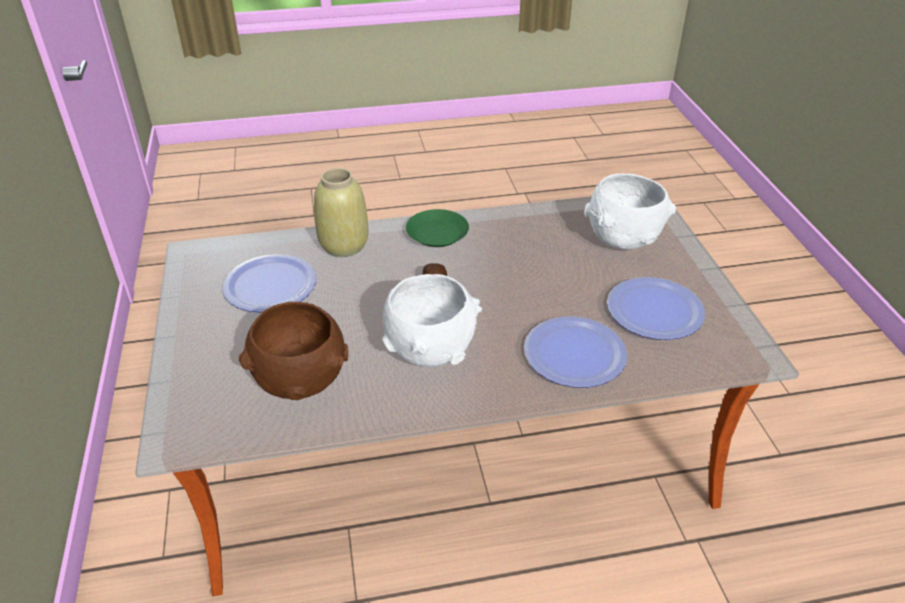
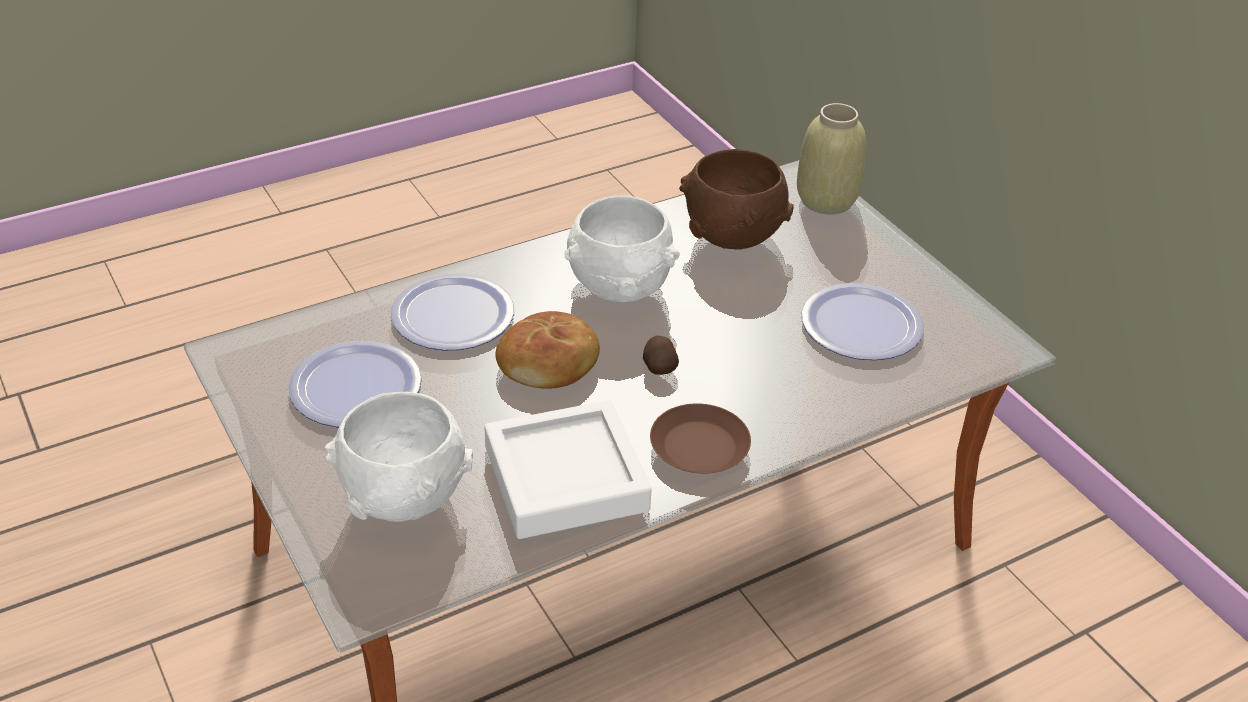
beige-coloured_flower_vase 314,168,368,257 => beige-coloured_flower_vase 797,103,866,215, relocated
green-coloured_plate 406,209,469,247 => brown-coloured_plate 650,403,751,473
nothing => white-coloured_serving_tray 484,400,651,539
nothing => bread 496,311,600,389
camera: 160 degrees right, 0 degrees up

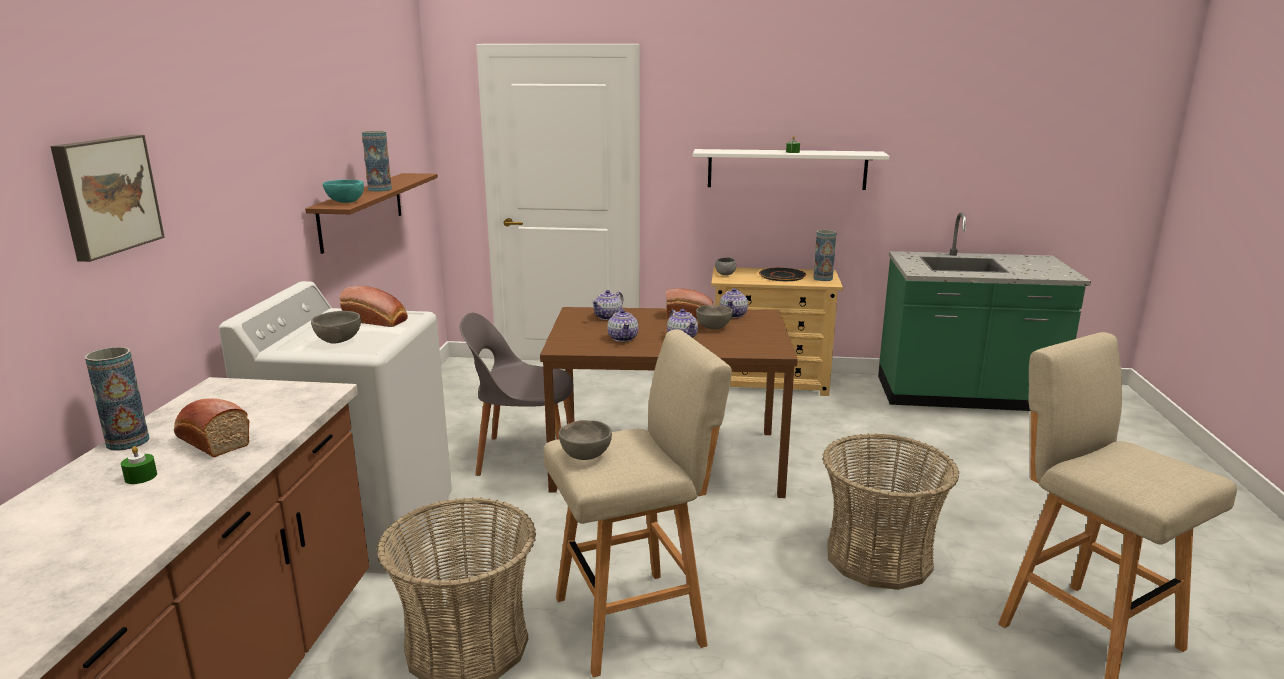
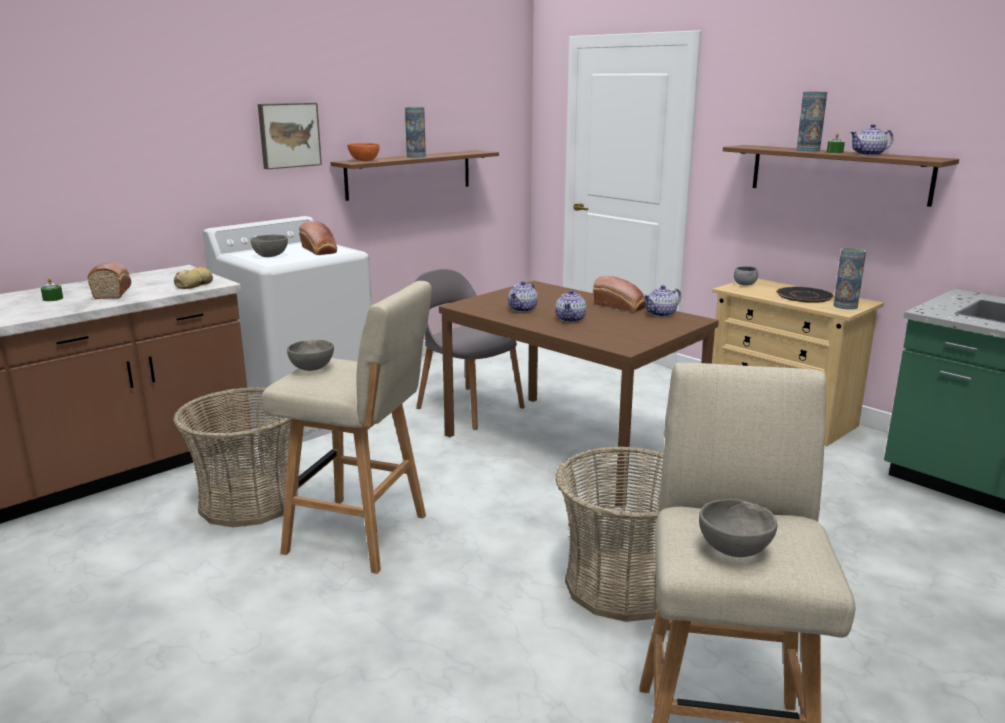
wall_art 50,135,165,262 => wall_art 258,103,322,169, relocated
flower_vase 85,347,150,451 => flower_vase 796,92,827,152, relocated
turquoise_serving_bowl 323,180,364,203 => orange_serving_bowl 347,143,380,161
tea_pot 592,290,623,320 => tea_pot 850,124,893,156, relocated
white-coloured_wall_shelf 693,149,890,190 => brown-coloured_wall_shelf 723,145,959,207
grey_serving_bowl 696,305,733,329 => grey_serving_bowl 699,499,777,557, relocated
nothing => bread 174,267,213,289
camera: 40 degrees right, 0 degrees up

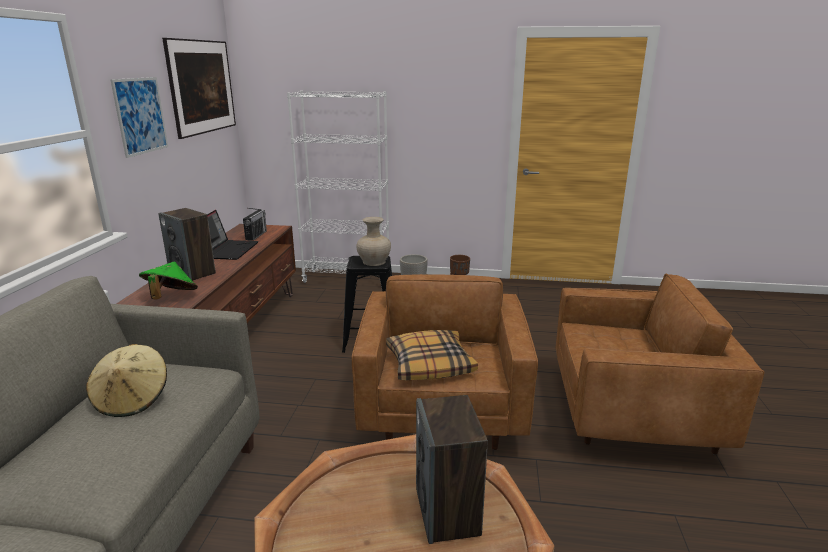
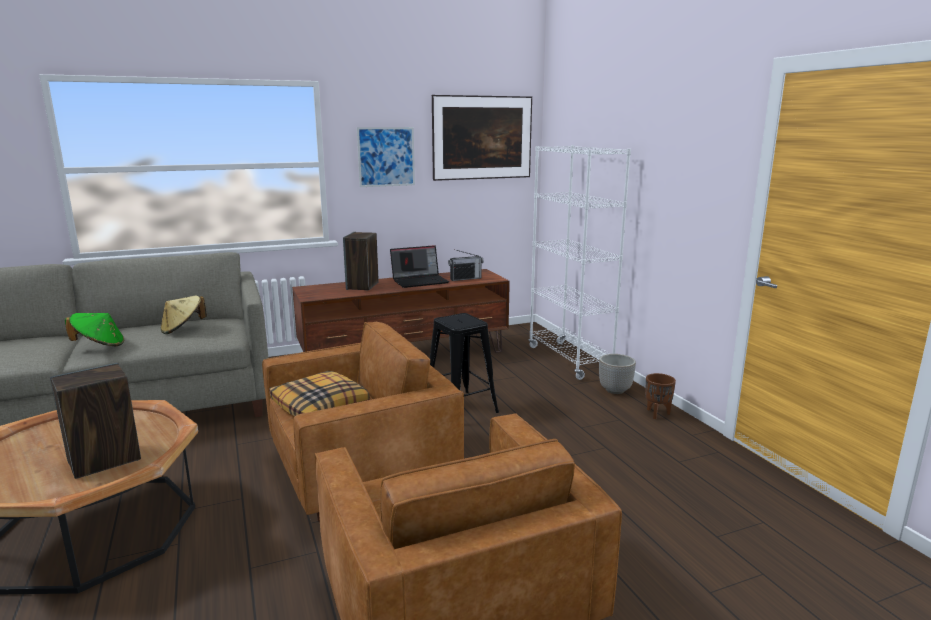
green-coloured_clothing_hat 139,262,198,300 => green-coloured_clothing_hat 65,313,124,346, relocated
beige-coloured_flower_vase 356,217,391,266 => nothing
camera: 60 degrees right, 5 degrees down

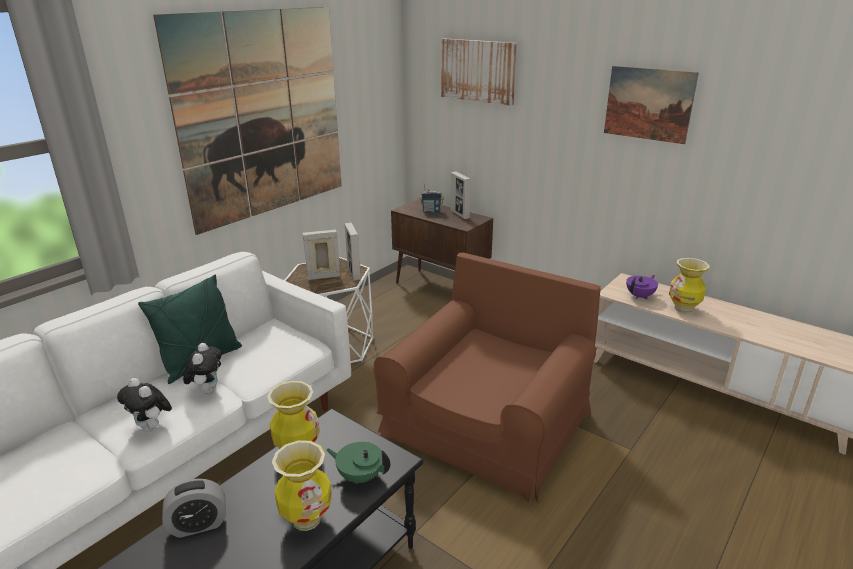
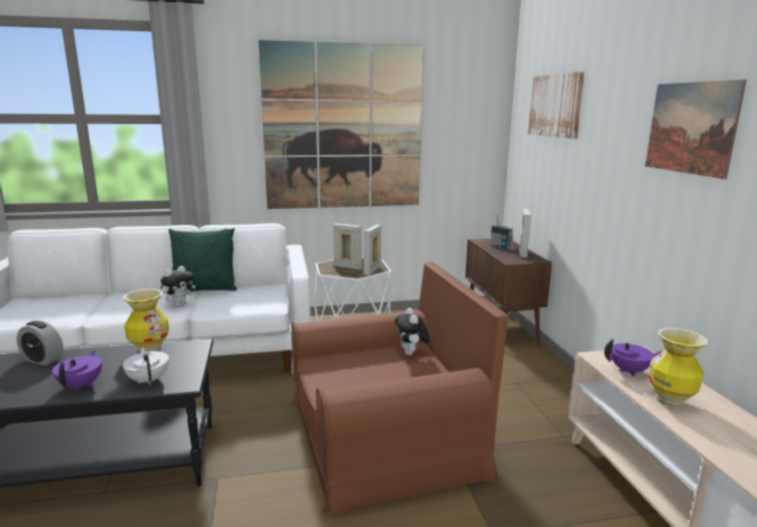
cuddly_toy 117,378,172,432 => cuddly_toy 395,308,429,355, relocated
flower_vase 272,440,332,531 => purplish_tea_pot 52,350,102,391
green-coloured_tea_pot 326,442,390,485 => white-coloured_tea_pot 123,348,169,385
camera: 40 degrees right, 10 degrees down

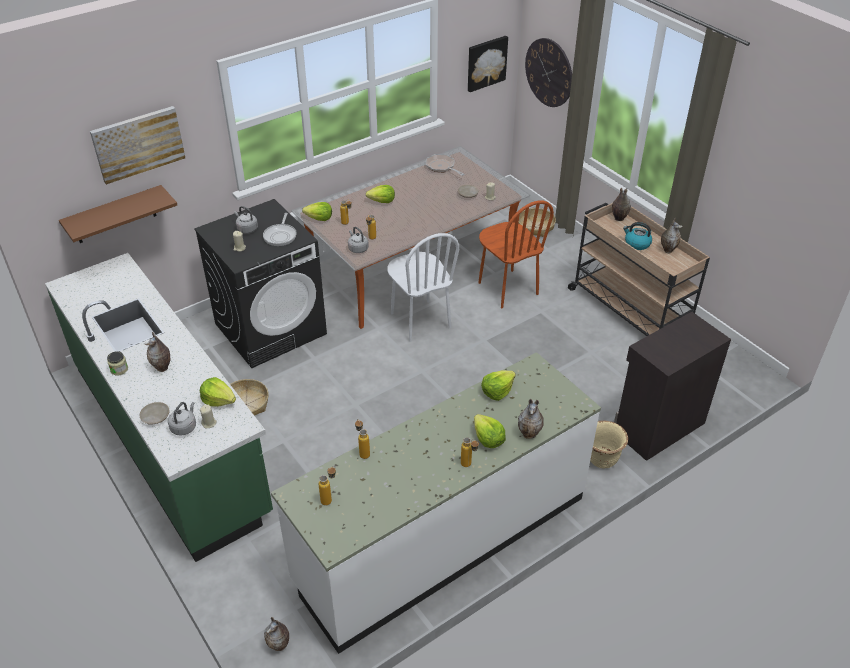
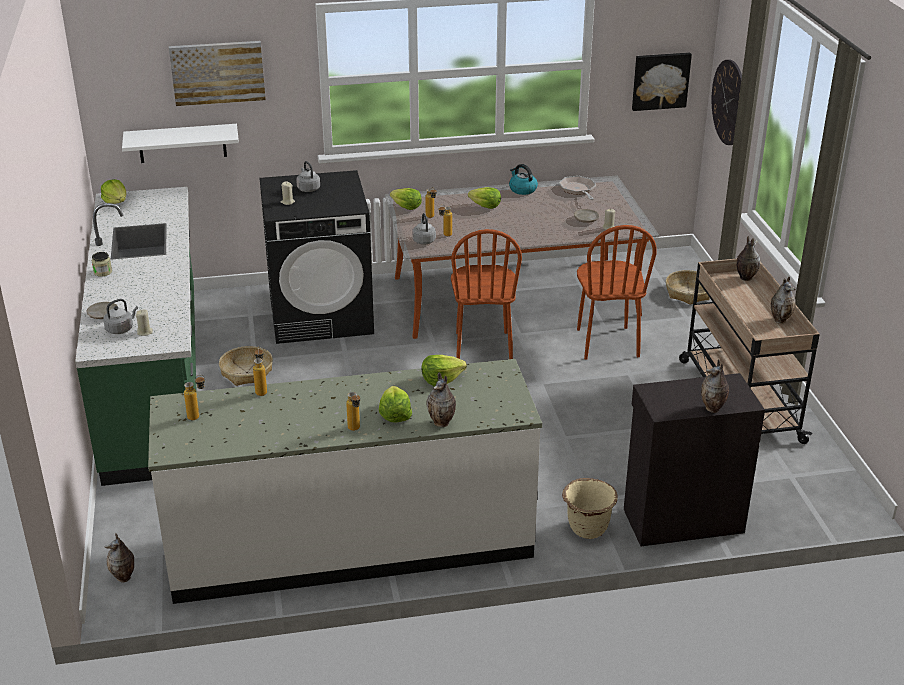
brown-coloured_wall_shelf 59,185,177,243 => white-coloured_wall_shelf 122,124,239,163
flower_vase 144,332,170,372 => flower_vase 701,359,729,413, relocated
lettuce 200,377,236,407 => lettuce 101,179,126,204, relocated
pan 263,213,297,246 => nothing
white-coloured_upright_chair 388,233,459,342 => brown-coloured_upright_chair 451,229,522,359
water_kettle 623,222,652,250 => water_kettle 509,164,538,195, relocated
camera: 25 degrees right, 10 degrees down

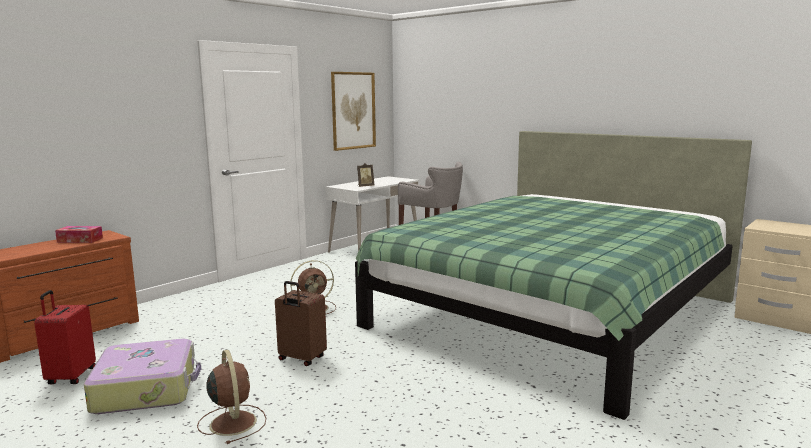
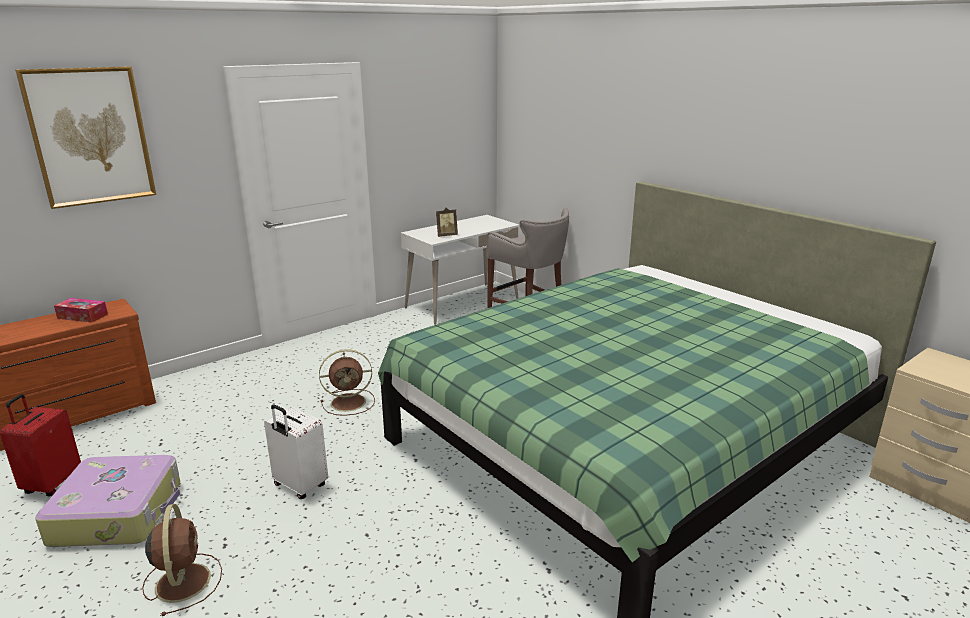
brown-coloured_piece_of_luggage 275,281,327,366 => white-coloured_piece_of_luggage 264,404,328,499
wall_art 331,72,376,151 => wall_art 15,66,156,209, relocated
camera: 10 degrees right, 10 degrees up

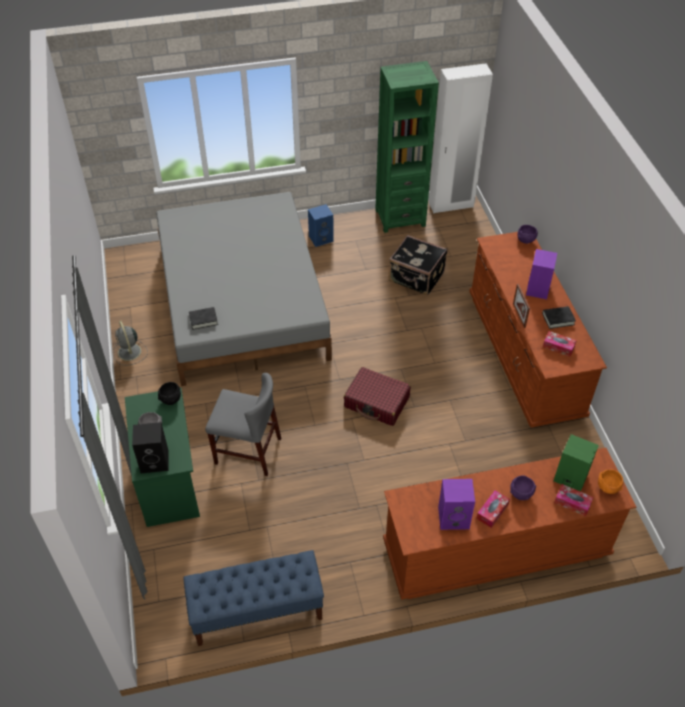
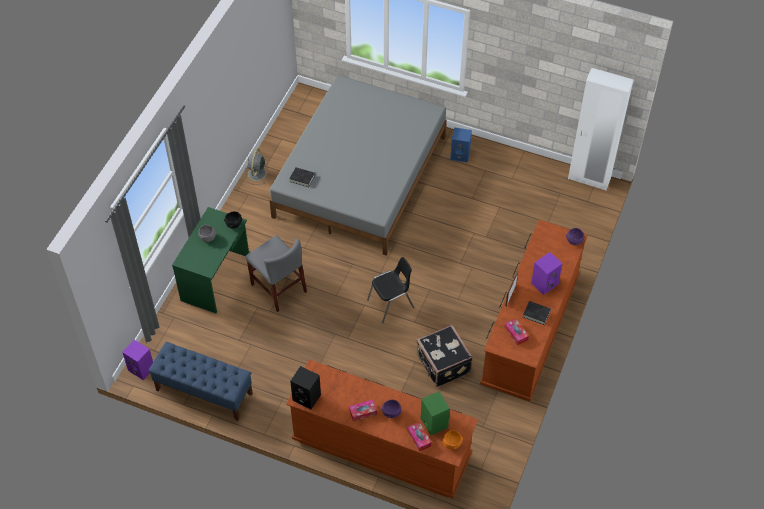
black-coloured_loudspeaker 132,422,169,473 => black-coloured_loudspeaker 290,366,321,409, relocated
red-coloured_piece_of_luggage 344,367,411,426 => black-coloured_upright_chair 367,257,414,323
green-coloured_bookcase 375,61,439,233 => nothing
black-coloured_piece_of_luggage 389,235,447,295 => black-coloured_piece_of_luggage 416,325,473,387, relocated
purplish_loudspeaker 438,479,475,530 => purplish_loudspeaker 122,340,153,380, relocated
camera: 35 degrees right, 5 degrees up

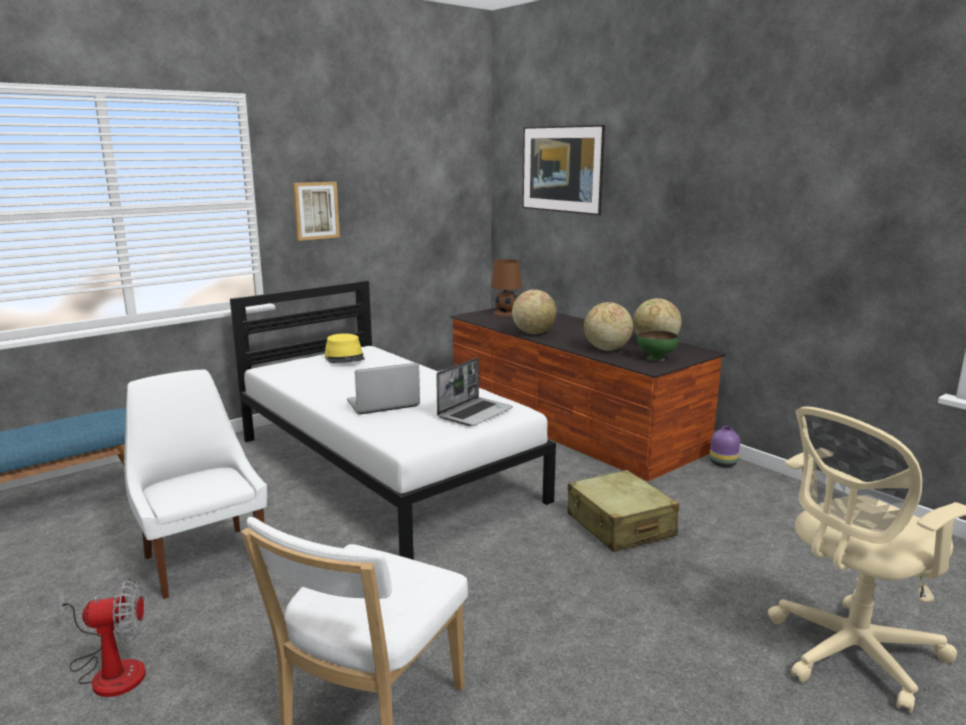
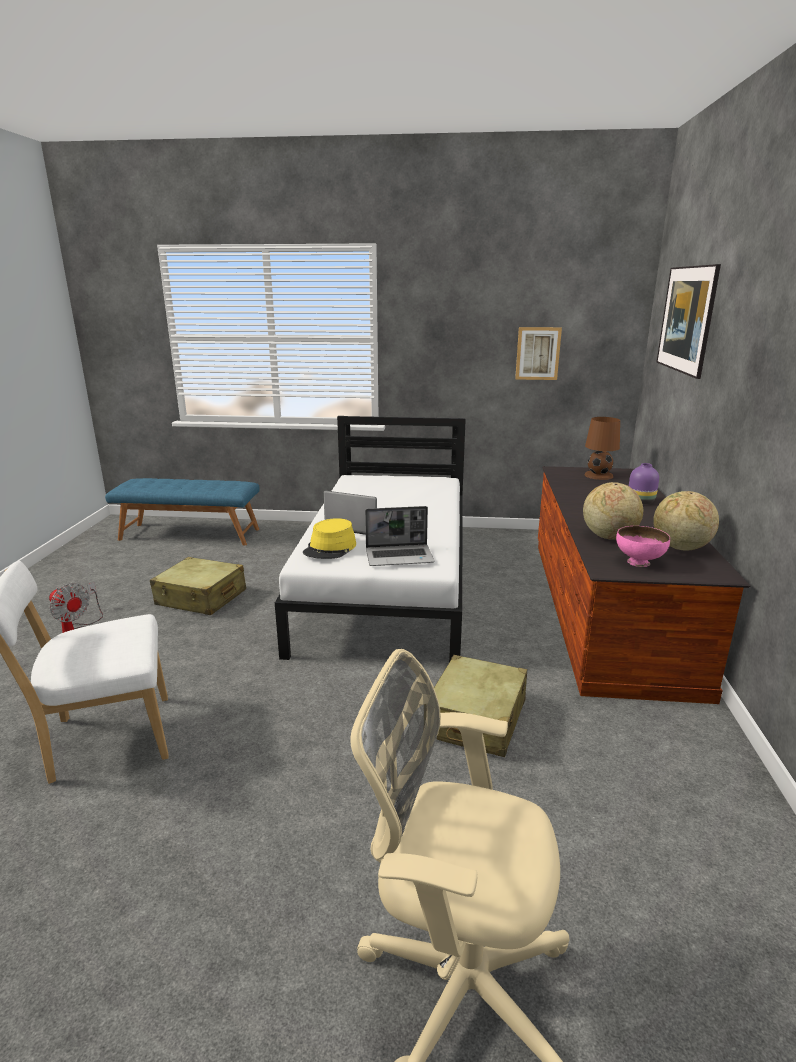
white-coloured_upright_chair 124,370,267,599 => beige-coloured_piece_of_luggage 150,557,246,615
wall_art 293,182,340,241 => wall_art 515,327,562,380, relocated
yellow-coloured_clothing_hat 325,334,365,363 => yellow-coloured_clothing_hat 303,518,356,559, relocated
world_globe 512,289,557,334 => nothing
green-coloured_serving_bowl 637,330,679,361 => pinkish_serving_bowl 616,526,670,567
purplish_flower_vase 710,426,740,467 => purplish_flower_vase 629,463,659,504, relocated
camera: 45 degrees right, 5 degrees up

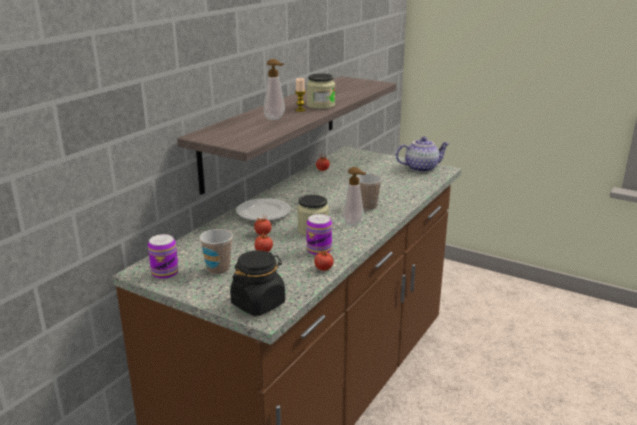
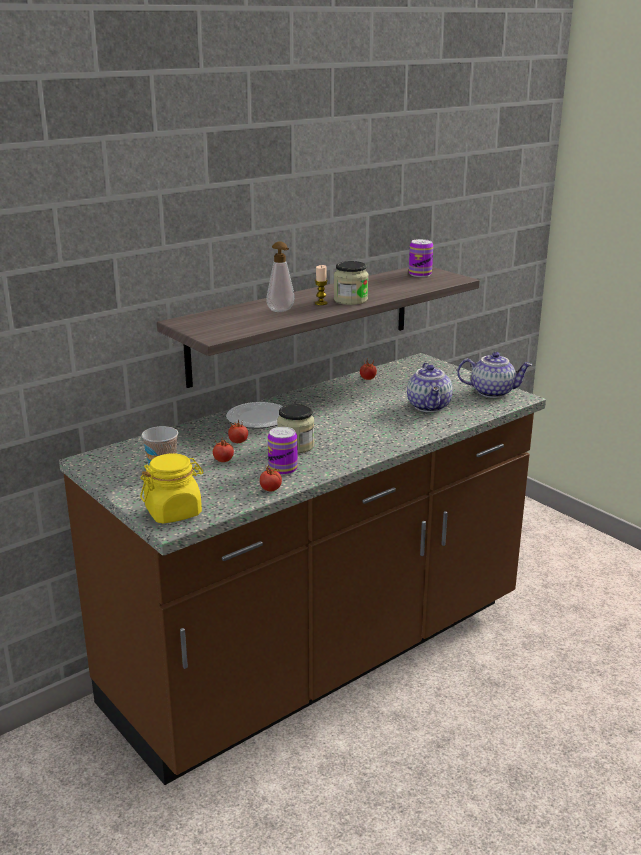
can 148,234,178,279 => can 409,239,433,277, relocated
black-coloured_storage_jar 230,250,285,316 => yellow-coloured_storage_jar 140,453,204,524
soap_bottle 343,167,366,226 => nothing
cup 356,174,382,210 => nothing
nothing => tea_pot 407,363,453,412
camera: 20 degrees right, 0 degrees up

